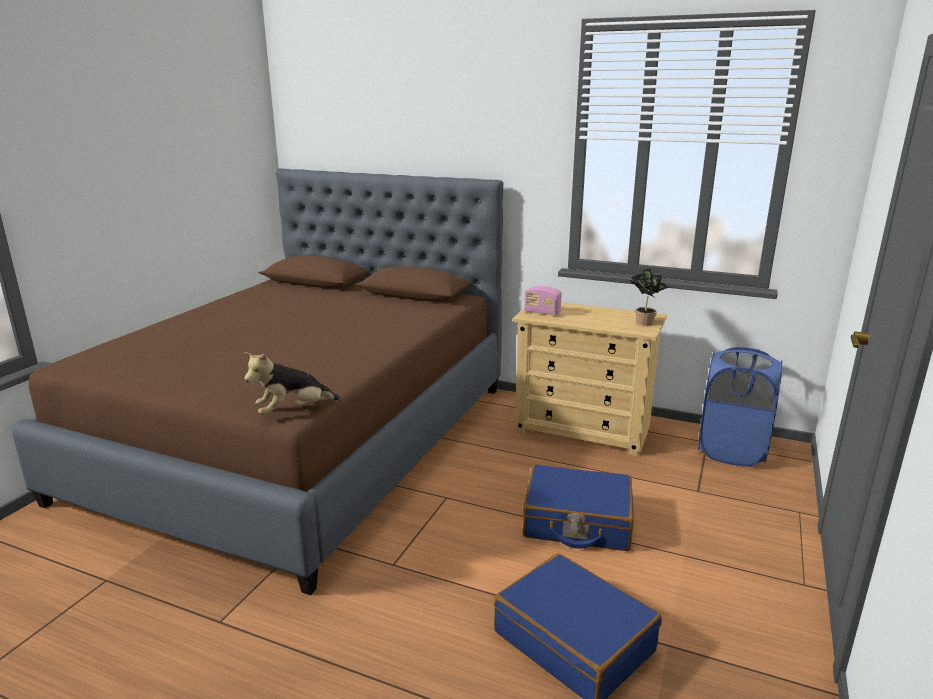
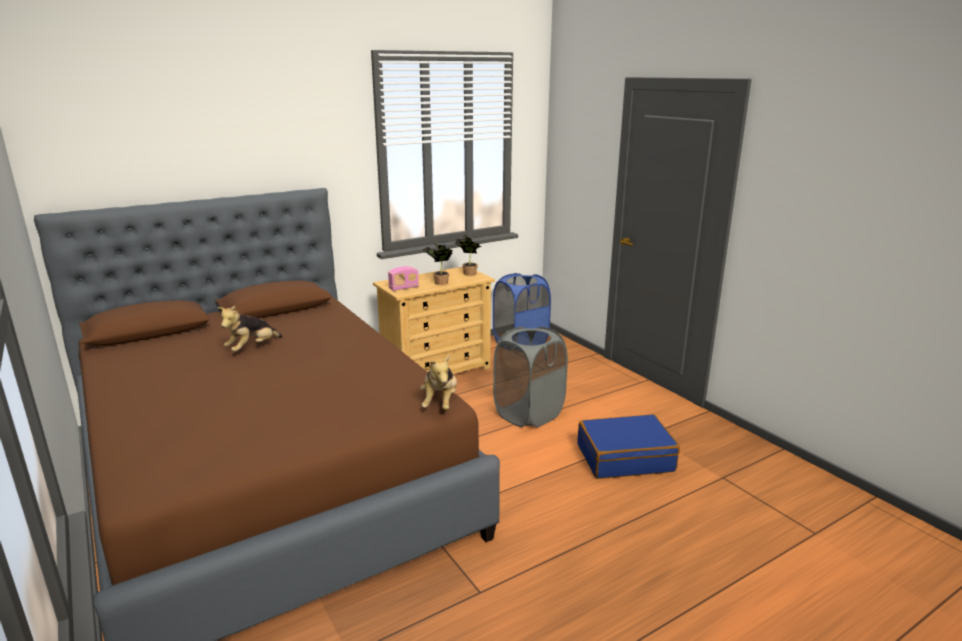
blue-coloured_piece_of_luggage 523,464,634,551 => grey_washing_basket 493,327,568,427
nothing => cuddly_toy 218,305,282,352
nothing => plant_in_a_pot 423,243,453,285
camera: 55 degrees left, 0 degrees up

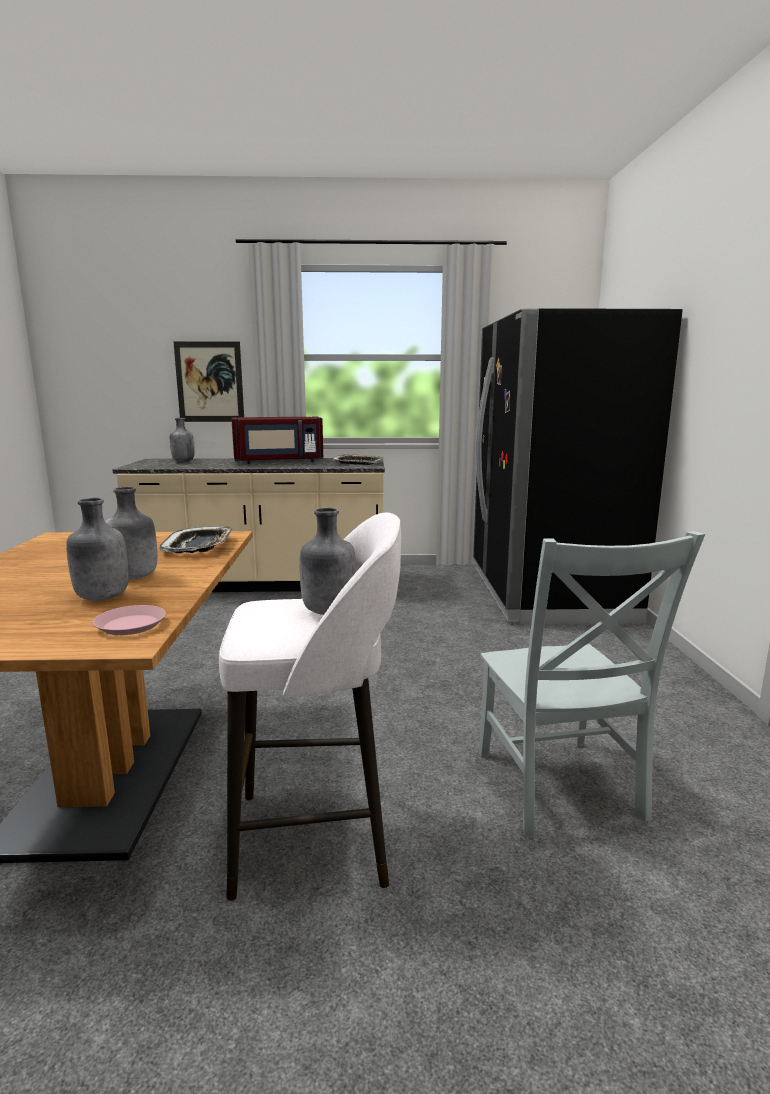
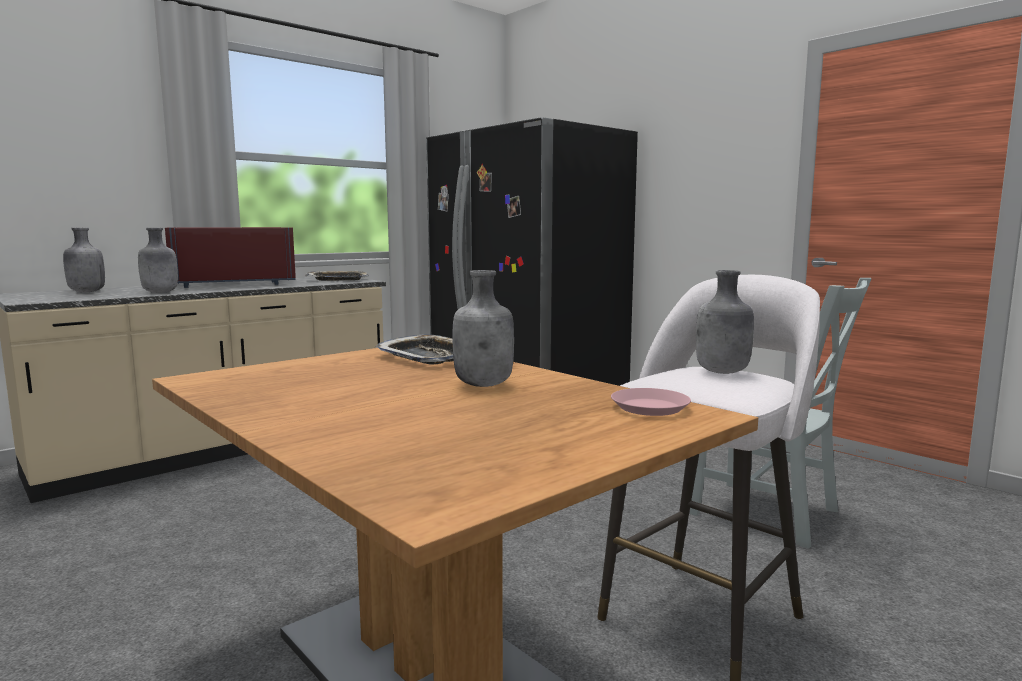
grey_beverage_bottle 66,498,129,601 => grey_beverage_bottle 138,228,178,293, relocated
wall_art 173,341,244,422 => nothing
red-coloured_microwave_oven 231,417,324,464 => red-coloured_microwave_oven 165,227,296,288, 150 degrees counterclockwise
camera: 40 degrees left, 5 degrees down

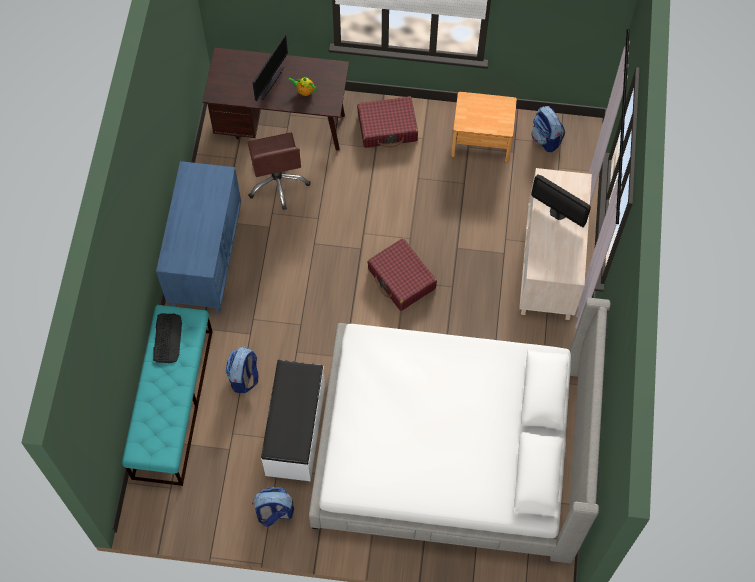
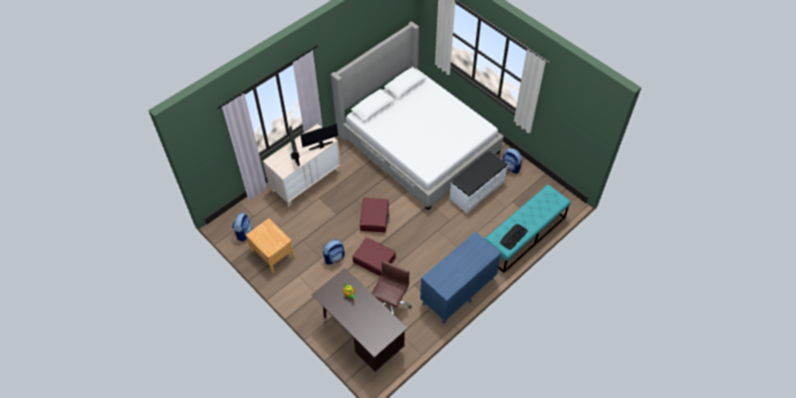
knapsack 226,346,258,393 => knapsack 323,239,345,265, relocated
monitor 253,34,288,101 => monitor 301,123,338,150, relocated
red-coloured_piece_of_luggage 357,96,418,148 => red-coloured_piece_of_luggage 352,237,396,276, relocated
camera: 140 degrees left, 10 degrees down

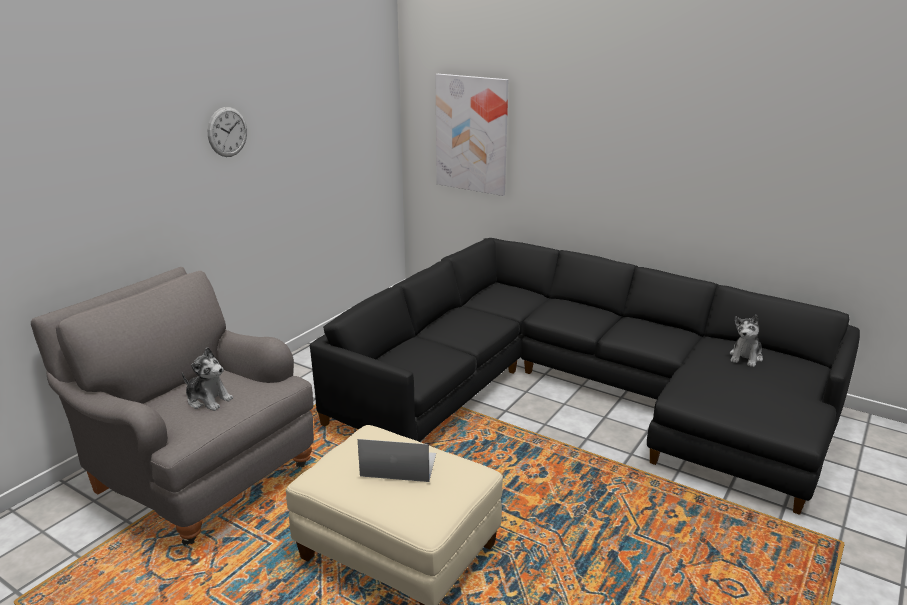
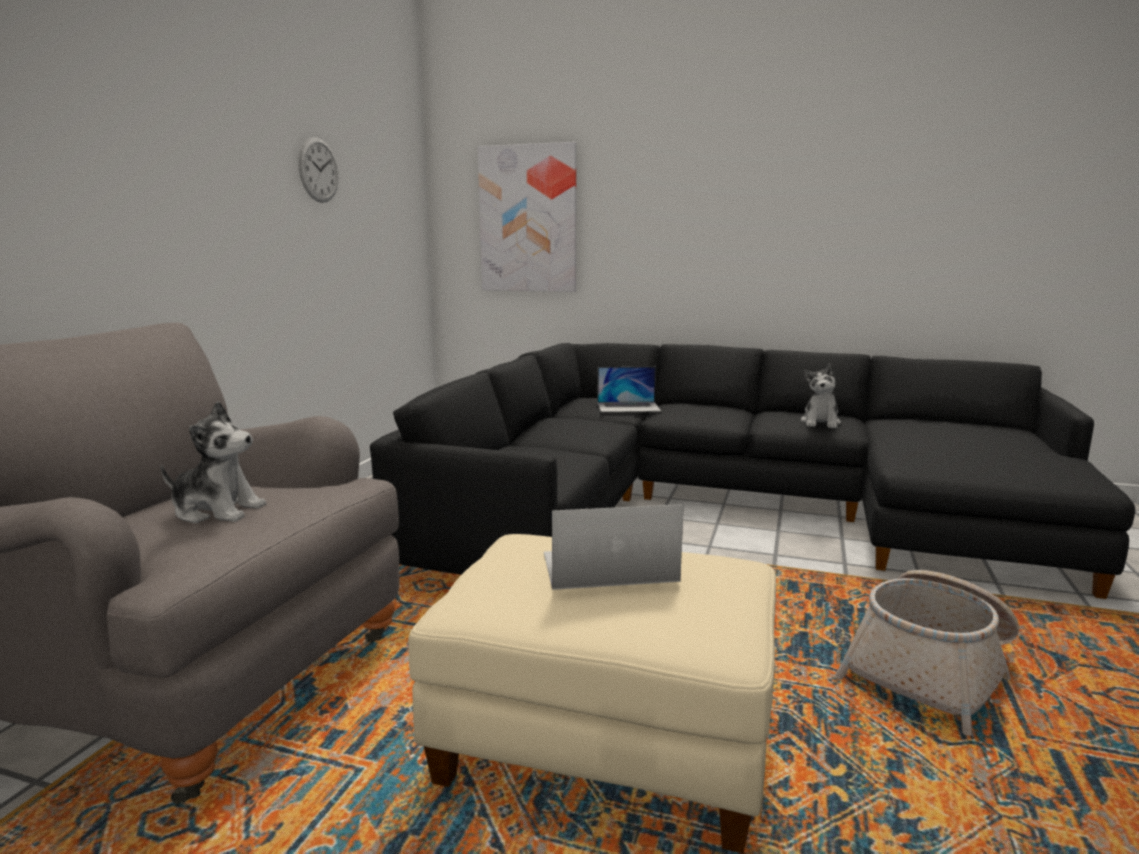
hanging_clock 208,107,247,157 => hanging_clock 298,137,339,203, relocated
cuddly_toy 730,315,763,367 => cuddly_toy 800,363,841,428, relocated
nothing => portable_computer 597,367,661,412
nothing => basket 834,570,1019,735
camera: 15 degrees left, 10 degrees down

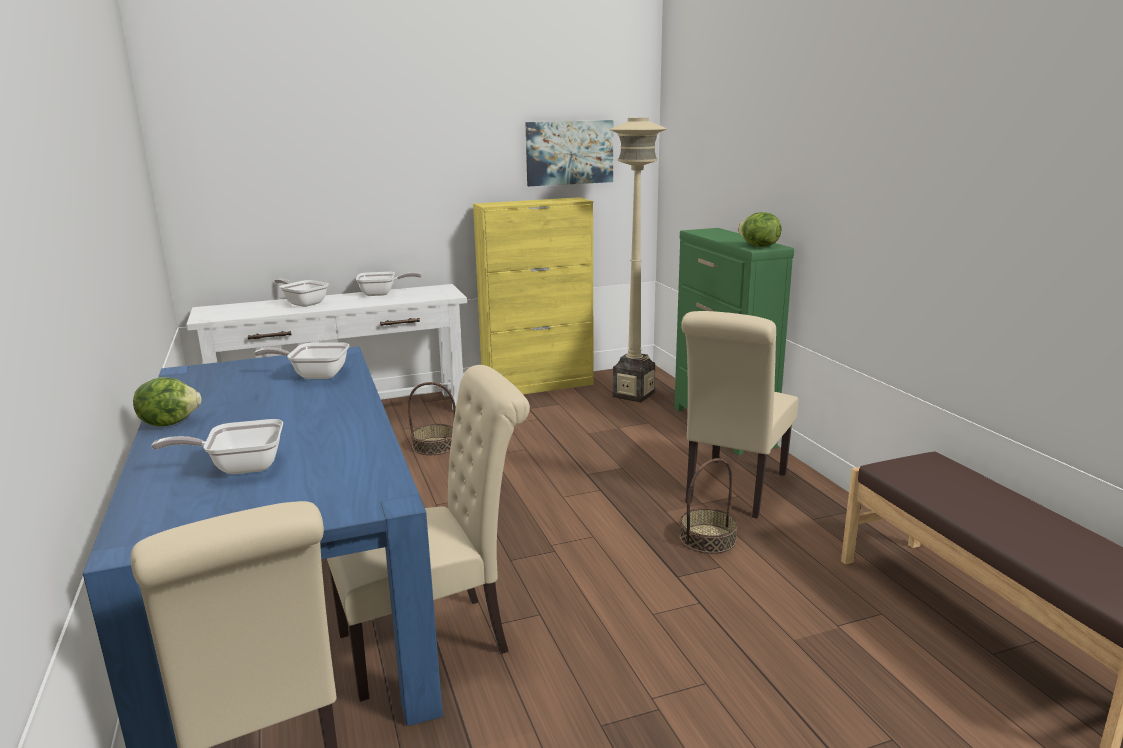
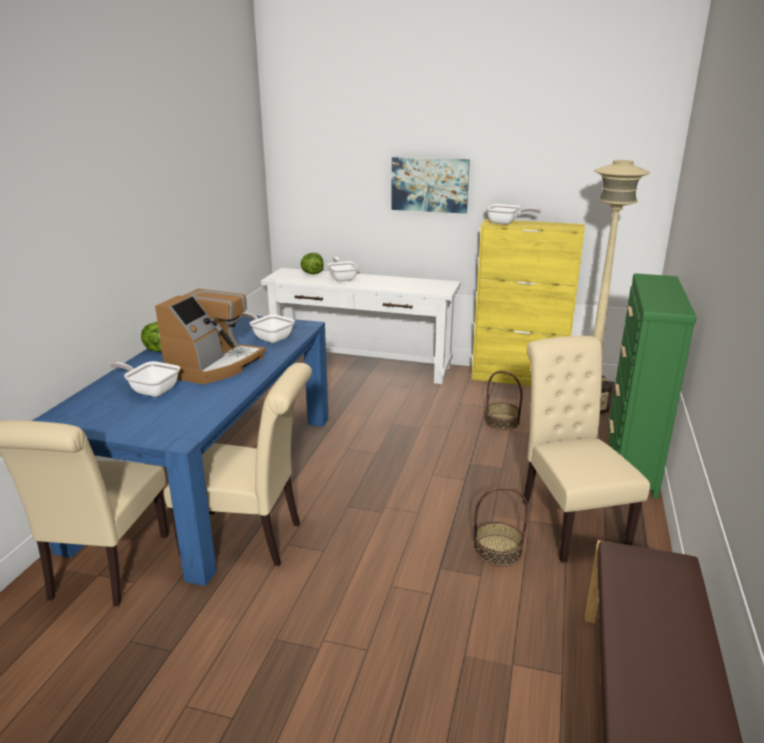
pan 356,272,422,296 => pan 486,204,541,224, relocated
basket 408,382,456,455 => basket 484,371,522,430, relocated
wall_art 525,120,614,186 => wall_art 391,157,470,214, relocated
beige-coloured_upright_chair 681,311,798,519 => beige-coloured_upright_chair 523,336,650,562, 105 degrees clockwise
lettuce 738,212,781,247 => lettuce 301,252,324,274, relocated
nothing => coffee_brewer 155,289,266,384
camera: 35 degrees right, 5 degrees up

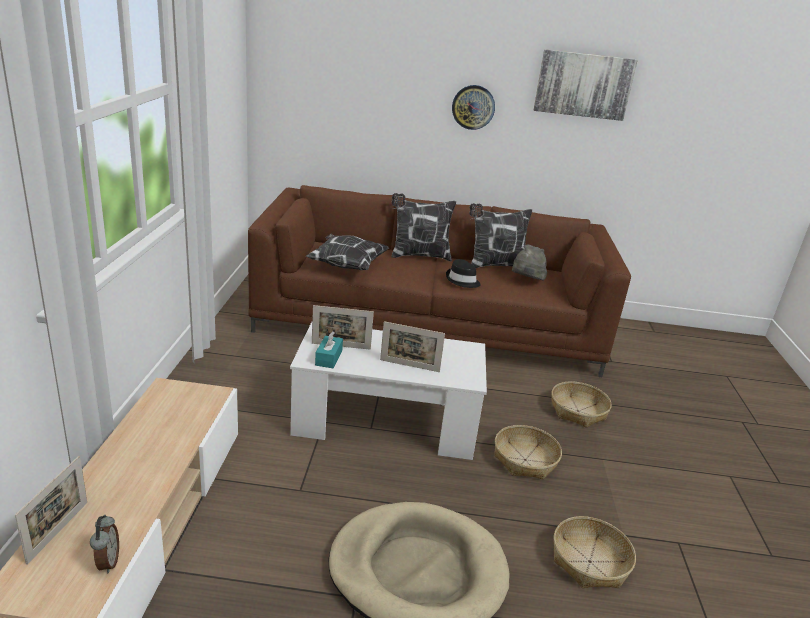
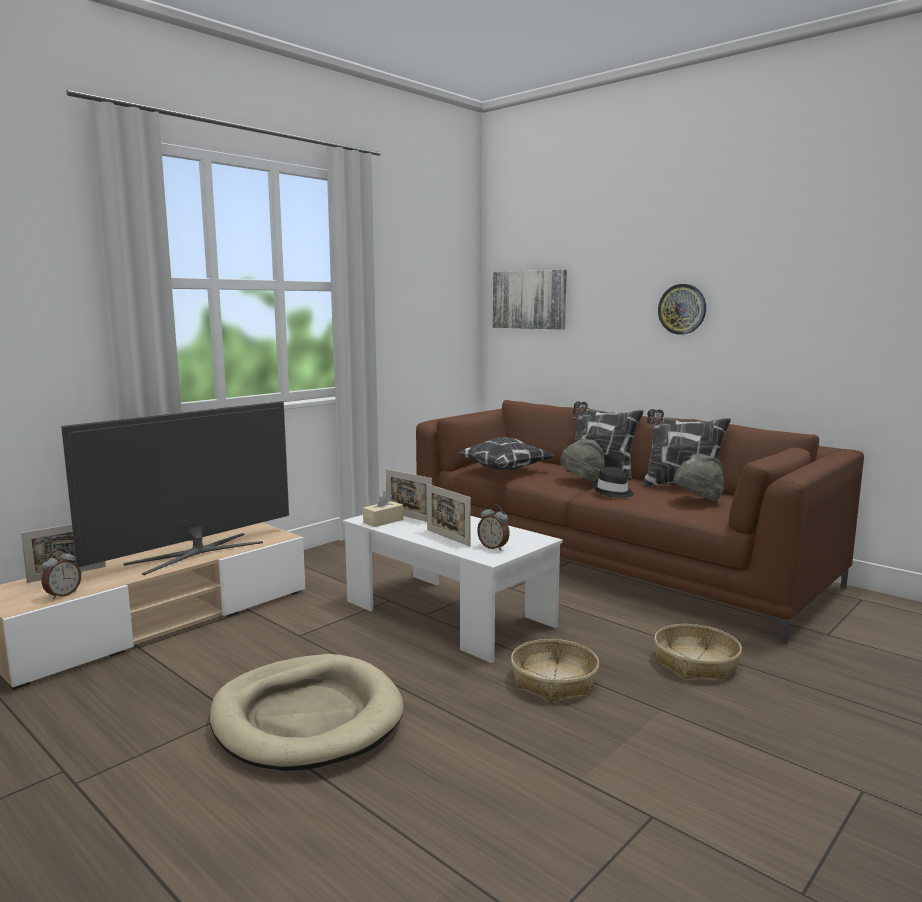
turquoise_tissue_holder 315,331,343,368 => beige-coloured_tissue_holder 363,491,404,527
wall_art 534,49,638,121 => wall_art 493,270,567,330, relocated
basket 554,516,636,588 => nothing
nothing => television 61,401,289,575
nothing => alarm_clock 477,504,510,551
nothing => grey_clothing_hat 560,439,605,482
camera: 40 degrees right, 15 degrees down

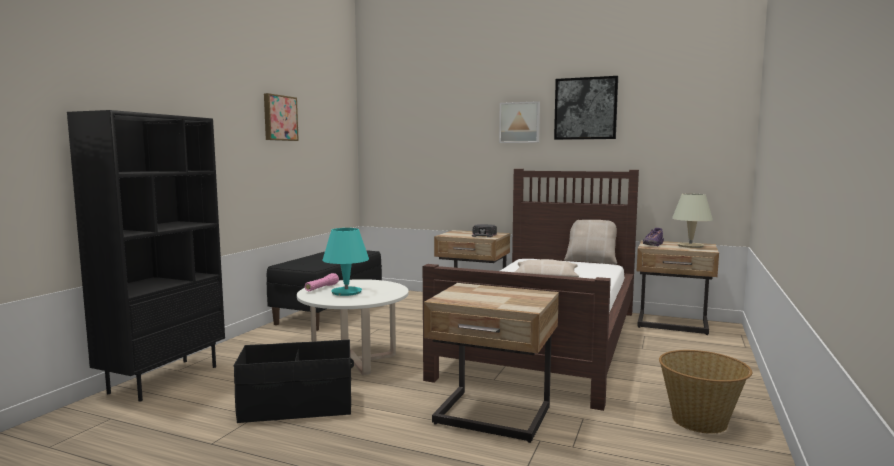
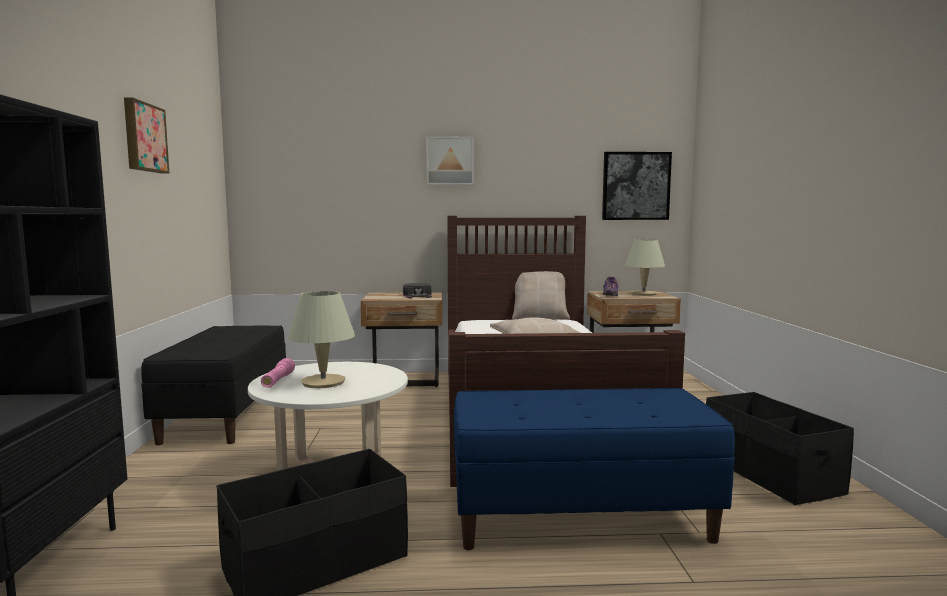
turquoise_table_lamp 322,228,369,296 => beige-coloured_table_lamp 288,291,355,388
beige-coloured_bedside_table 424,283,559,443 => blue-coloured_indoor_bench 454,388,735,550
wall_art 554,76,618,140 => wall_art 602,152,672,220, relocated
basket 659,350,752,434 => black-coloured_storage_container 706,392,854,505
camera: 25 degrees left, 0 degrees up

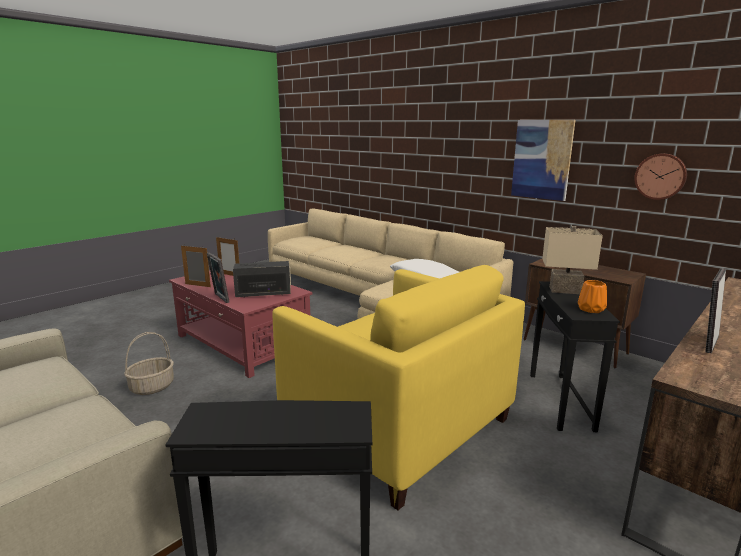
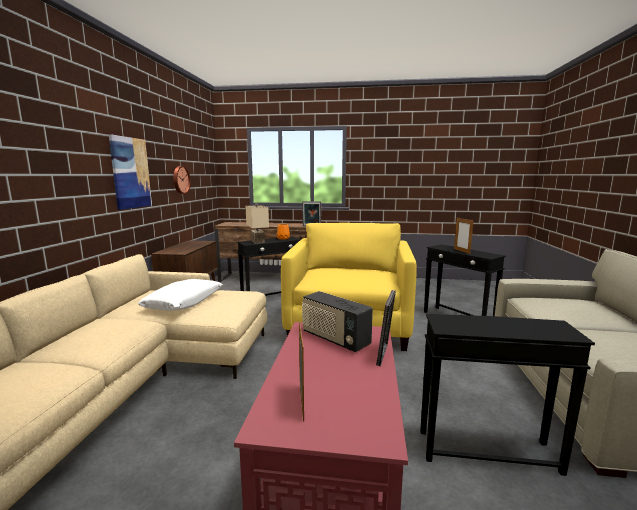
basket 124,332,174,395 => black-coloured_end_table 420,314,595,476
picture_frame 181,246,211,287 => picture_frame 454,218,474,254, relocated
camera: 125 degrees left, 5 degrees down

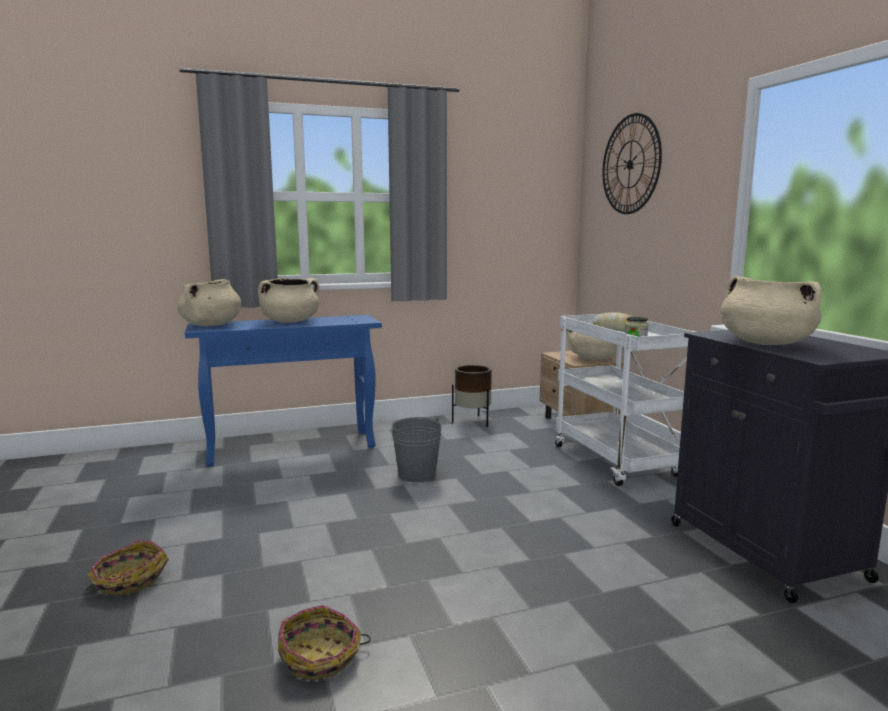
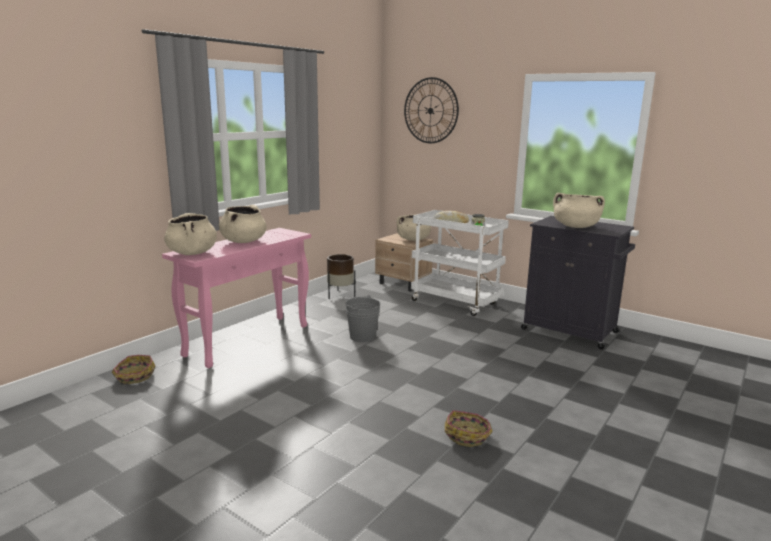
basket 84,540,169,596 => basket 112,355,155,385, relocated
blue-coloured_hall_table 185,315,382,467 => pinkish_hall_table 162,228,311,368
camera: 35 degrees left, 5 degrees up

